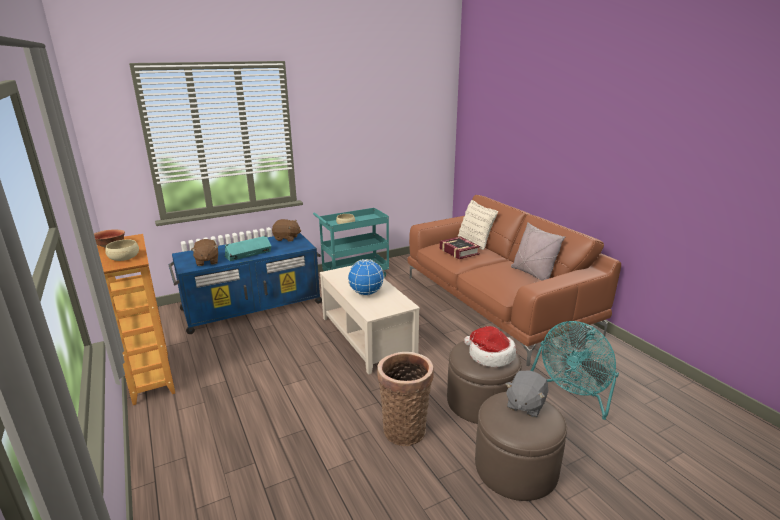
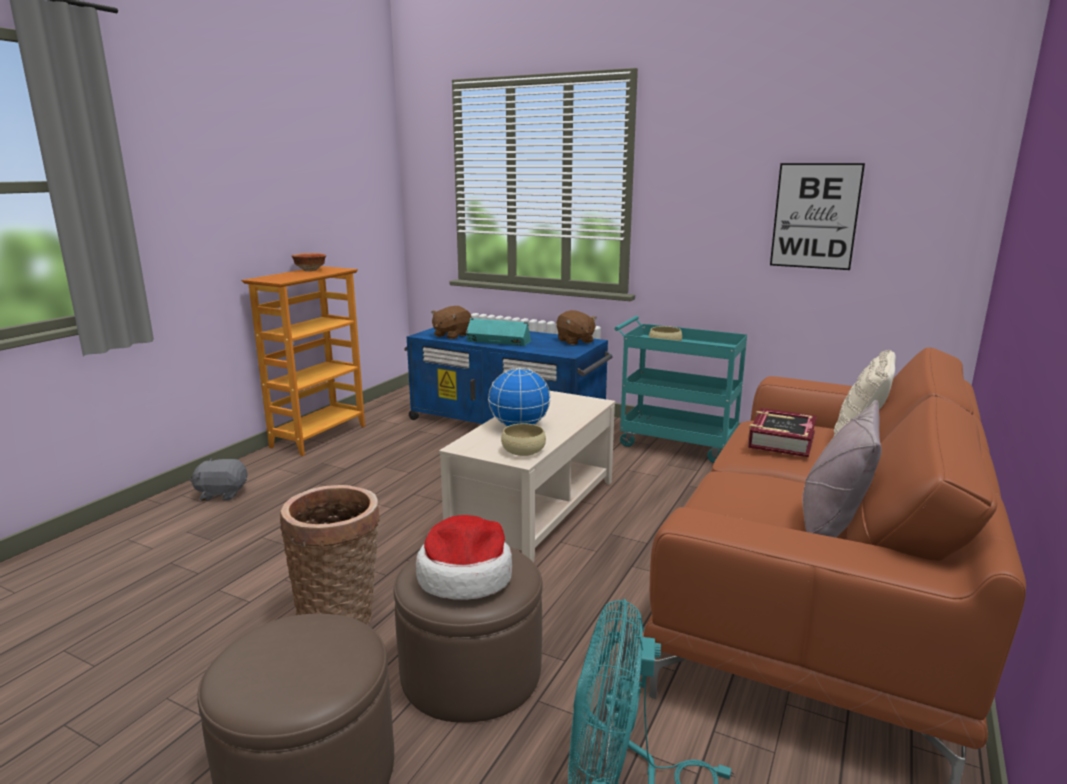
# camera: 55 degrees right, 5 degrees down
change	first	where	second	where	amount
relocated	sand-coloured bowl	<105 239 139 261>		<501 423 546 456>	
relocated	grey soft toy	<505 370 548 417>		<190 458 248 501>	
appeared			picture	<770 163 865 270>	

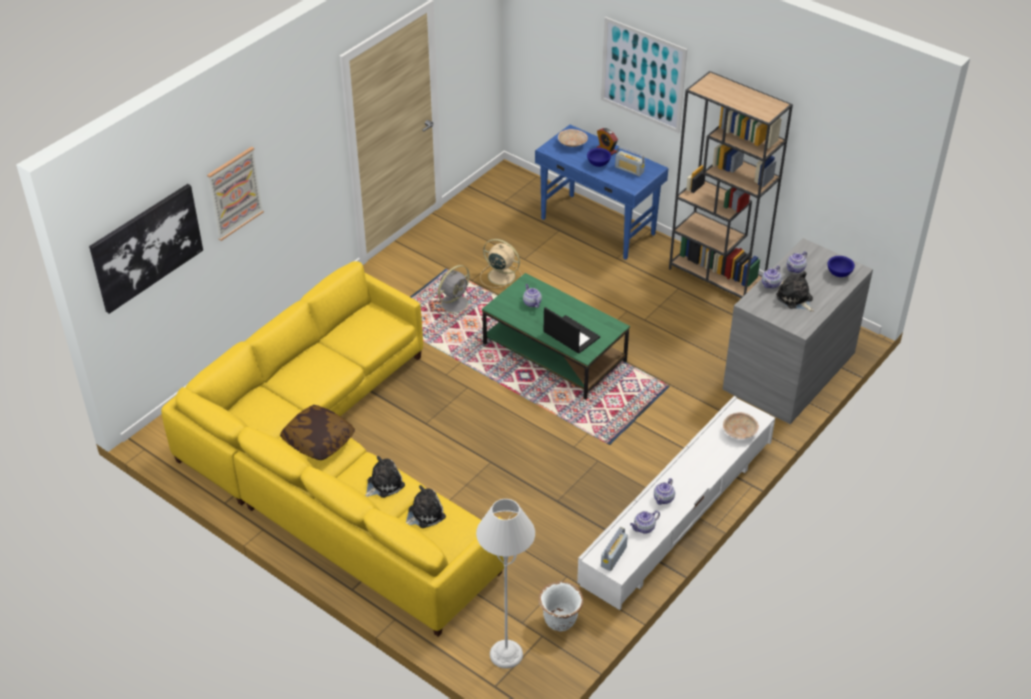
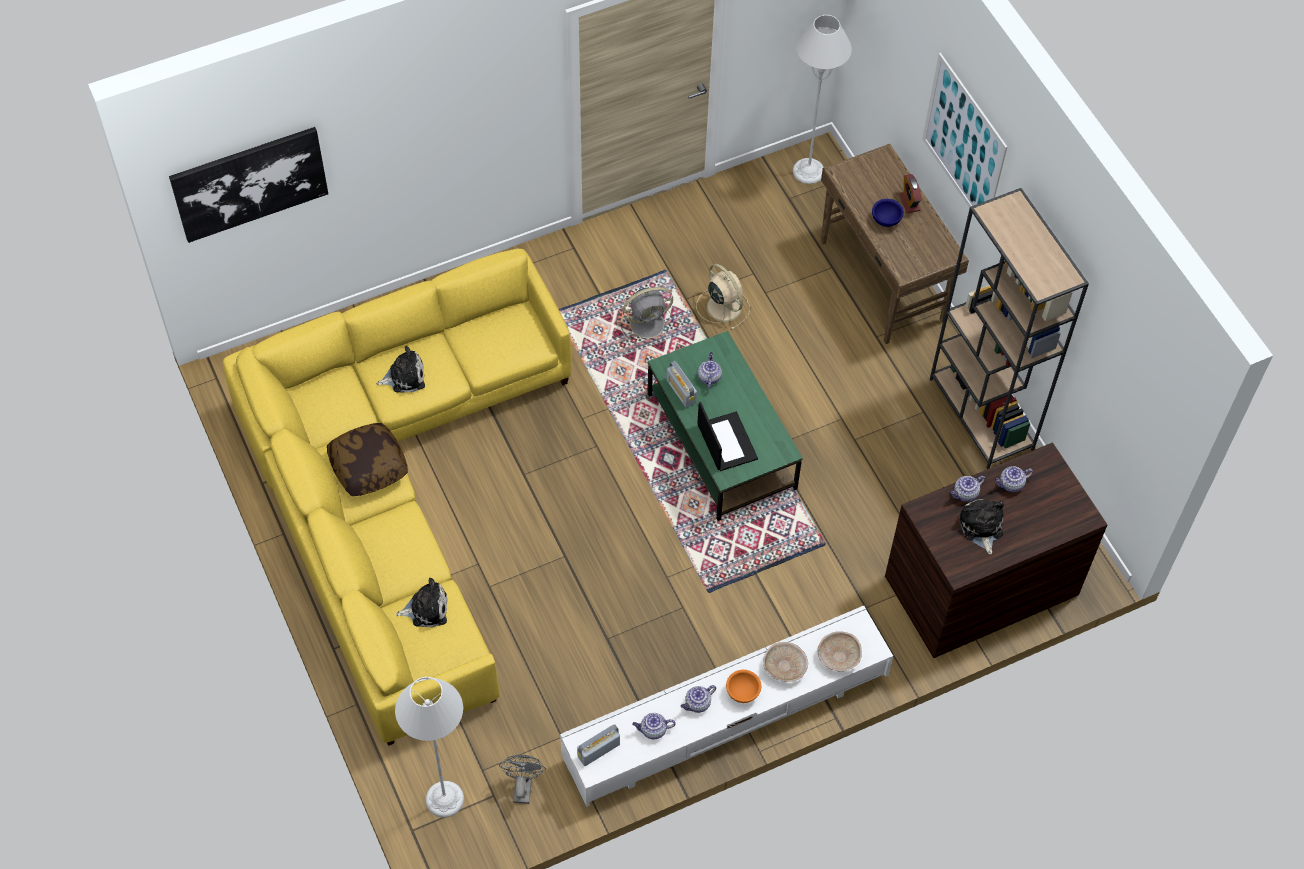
# camera: 25 degrees right, 15 degrees up
change	first	where	second	where	amount
colour	blue narrow table	<535 125 668 260>	brownish narrow table	<821 144 969 344>	
relocated	sand-coloured bowl	<558 129 588 147>		<763 642 808 682>	
relocated	radio receiver	<615 146 645 176>		<666 361 697 408>	
missing	picture	<207 147 264 241>			
colour	grey chest of drawers	<722 238 873 424>	brownish chest of drawers	<885 442 1107 658>	
missing	blue bowl	<828 256 855 277>			
relocated	soft toy	<365 456 405 498>		<377 346 425 393>	
exchanged	whitish flower pot	<539 581 583 632>	grey fan	<499 755 546 804>	
appeared			grey standing lamp	<793 15 852 184>	
appeared			orange-coloured bowl	<726 670 761 703>	

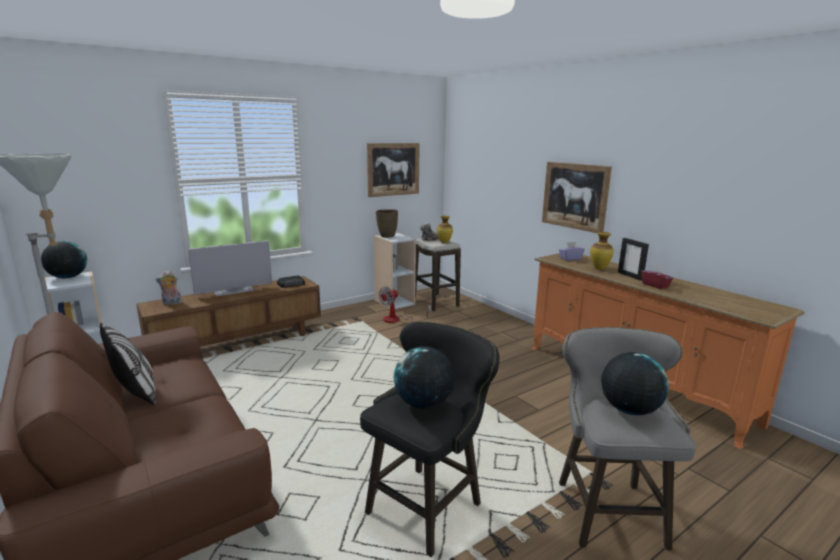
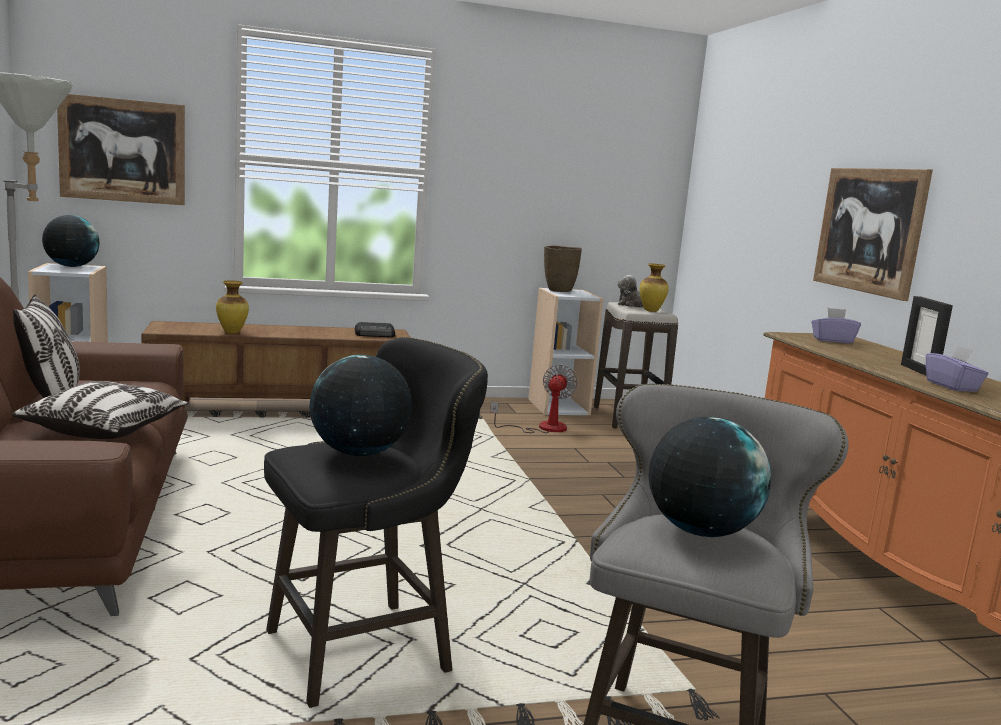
# camera: 20 degrees right, 5 degrees down
change	first	where	second	where	amount
relocated	picture	<367 143 420 197>		<57 94 185 205>	
relocated	flower vase	<590 232 614 270>		<216 281 249 333>	
missing	TV set	<188 240 272 297>			
colour	reddish tissue box	<641 265 673 289>	purplish tissue box	<926 345 988 392>	
missing	soft toy	<156 271 182 305>			
spun	fan	<379 286 431 323>		<490 364 577 433>	135 degrees clockwise
appeared			cushion	<12 381 189 439>	

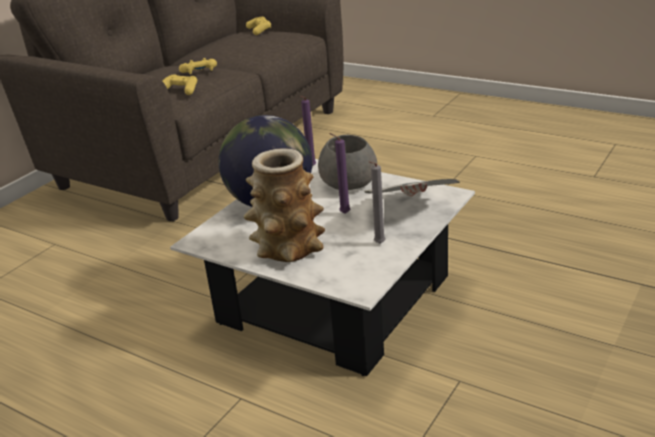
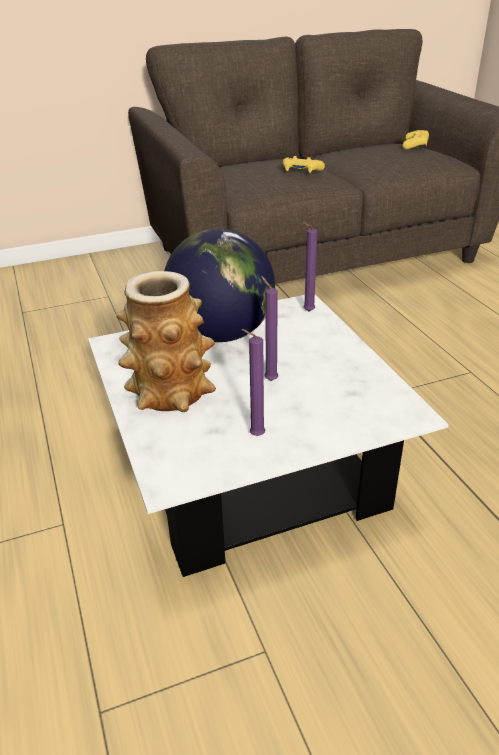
# camera: 35 degrees right, 5 degrees up
change	first	where	second	where	amount
missing	yellow gamepad	<163 75 197 95>			
missing	grey bowl	<318 135 377 190>			
colour	grey candle	<369 161 385 244>	purplish candle	<241 329 265 436>	
missing	printed paper	<364 179 460 197>			

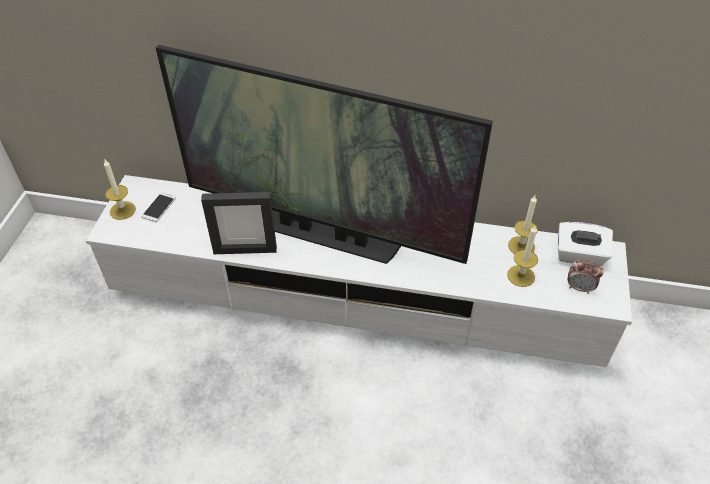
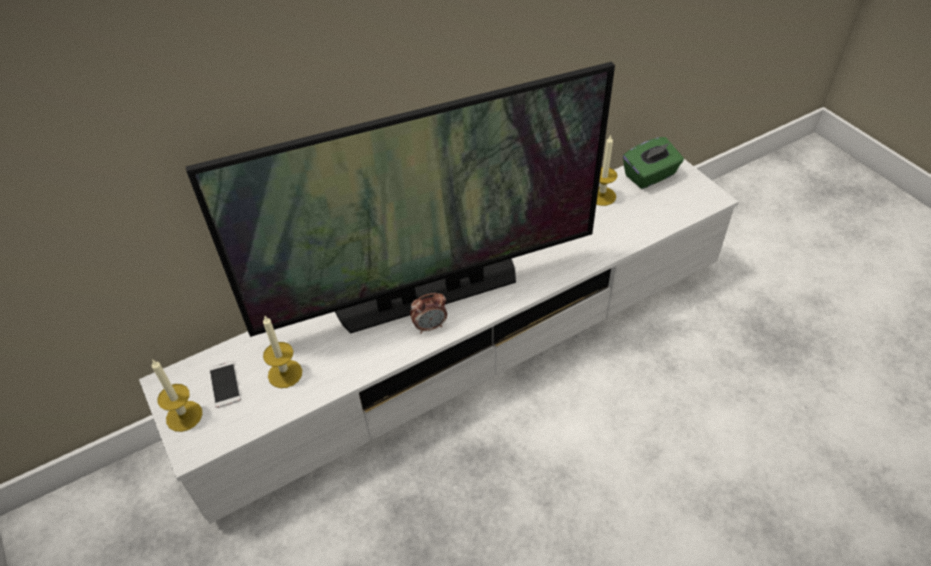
# camera: 40 degrees left, 0 degrees up
change	first	where	second	where	amount
missing	standing frame	<201 192 277 254>			
colour	whitish tissue box	<558 222 613 266>	greenish tissue box	<623 137 684 189>	
relocated	candle	<507 226 538 287>		<263 316 302 388>	
relocated	table clock	<568 260 604 294>		<410 293 447 333>	

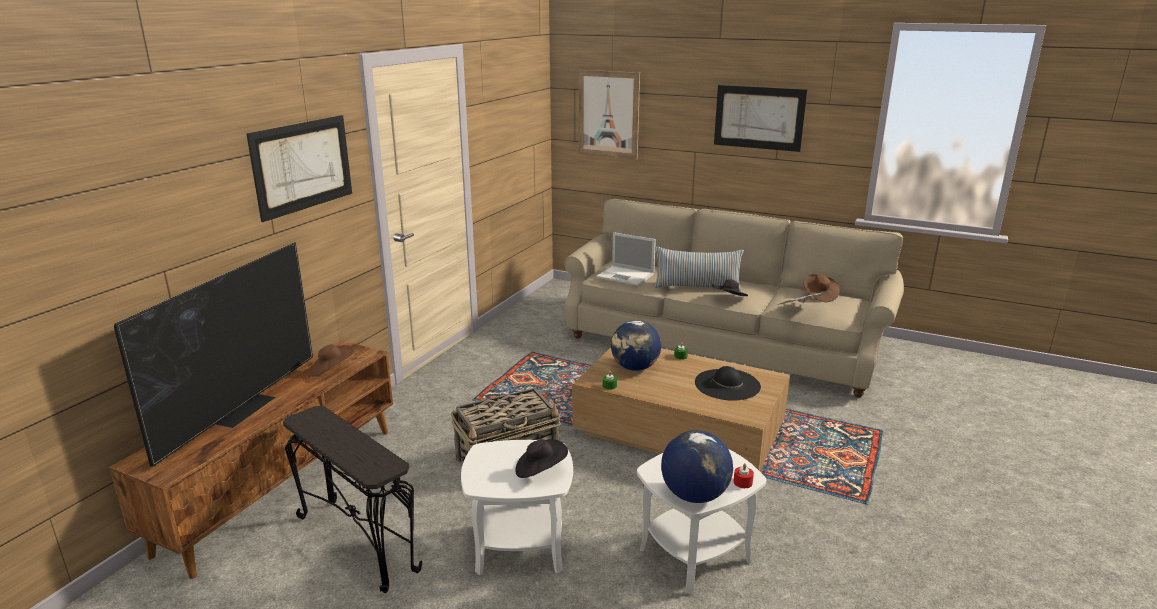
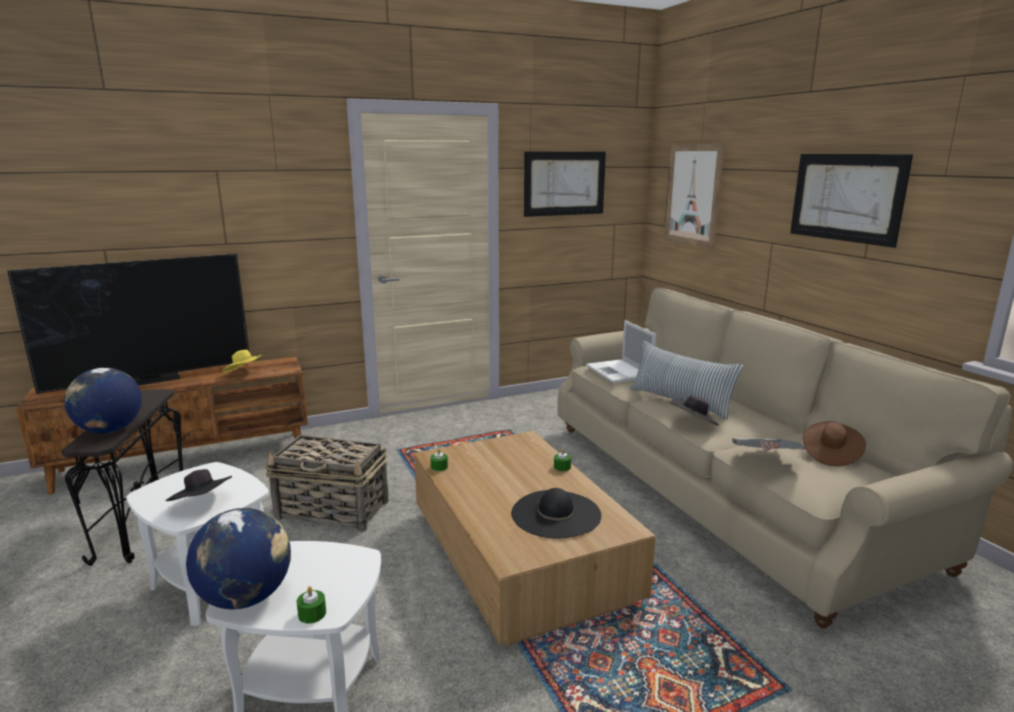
# camera: 40 degrees right, 5 degrees down
change	first	where	second	where	amount
relocated	picture	<246 115 352 222>		<524 152 606 217>	
relocated	desk globe	<611 320 661 371>		<64 368 142 433>	
colour	brownish clothing hat	<310 344 353 376>	yellow clothing hat	<222 350 261 373>	
colour	reddish candle	<733 463 754 488>	greenish candle	<296 586 326 623>	

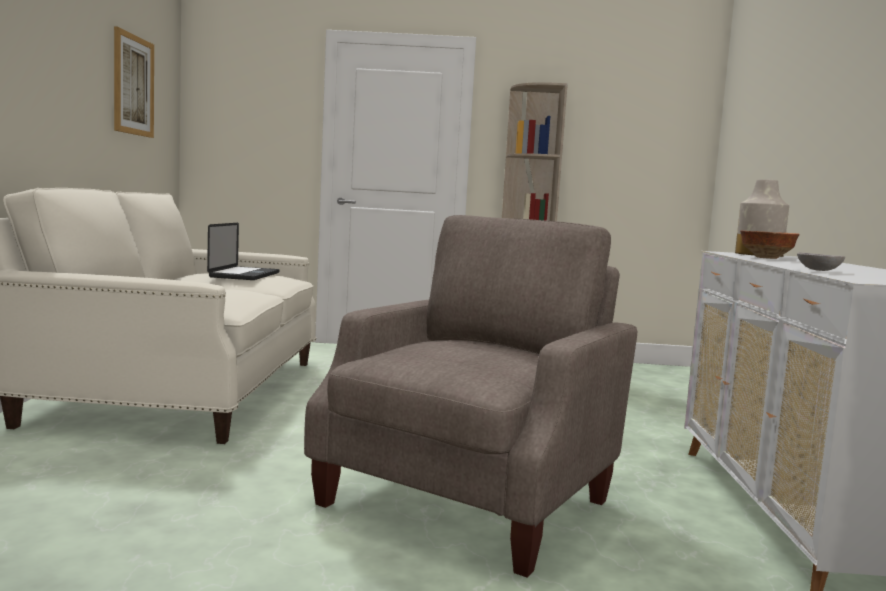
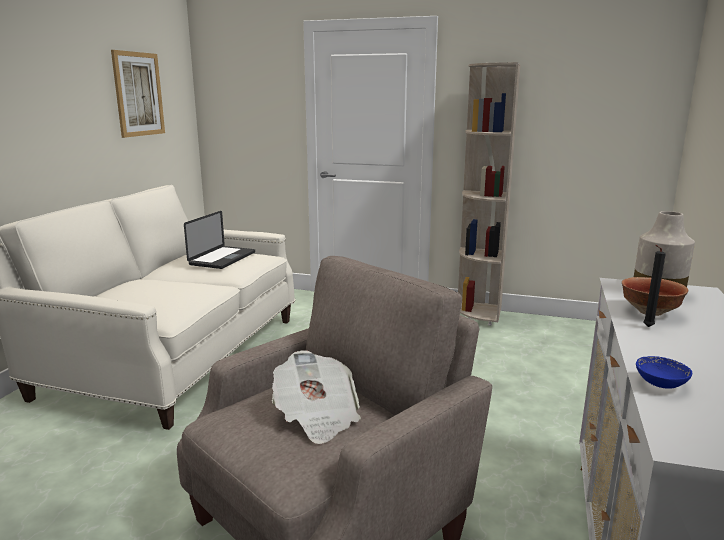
# camera: 15 degrees right, 10 degrees up
change	first	where	second	where	amount
colour	grey bowl	<797 252 845 271>	blue bowl	<636 356 692 389>	
appeared			blackish candle	<643 245 666 327>	
appeared			printed paper	<272 350 361 444>	

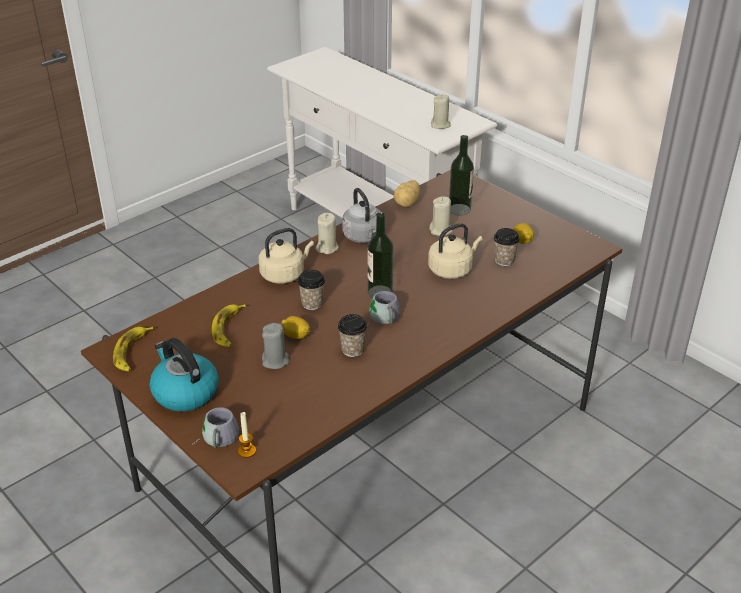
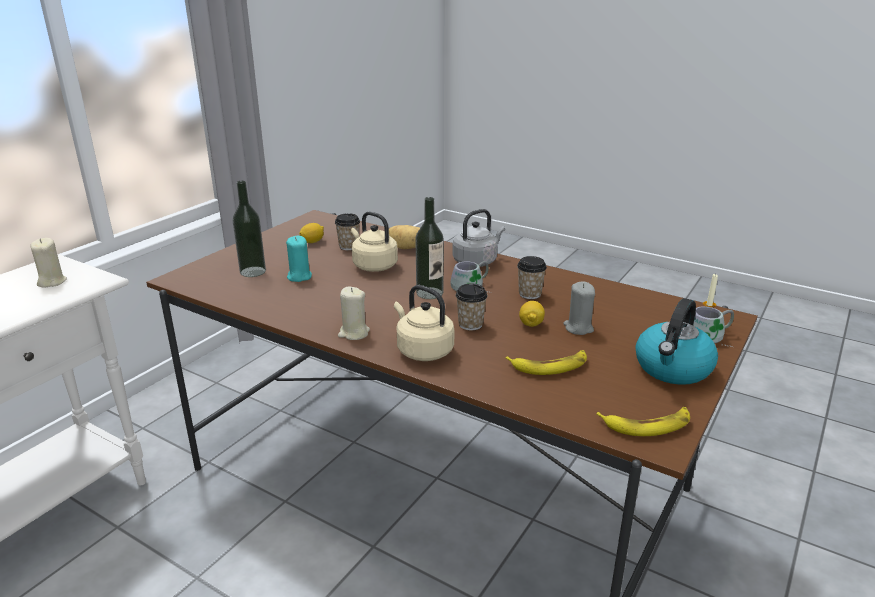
# camera: 105 degrees left, 10 degrees down
change	first	where	second	where	amount
relocated	potato	<394 180 420 207>		<389 225 420 249>	
relocated	grey water kettle	<342 188 382 243>		<452 209 505 267>	
colour	sand-coloured candle	<429 196 453 236>	blue-green candle	<286 236 312 282>	

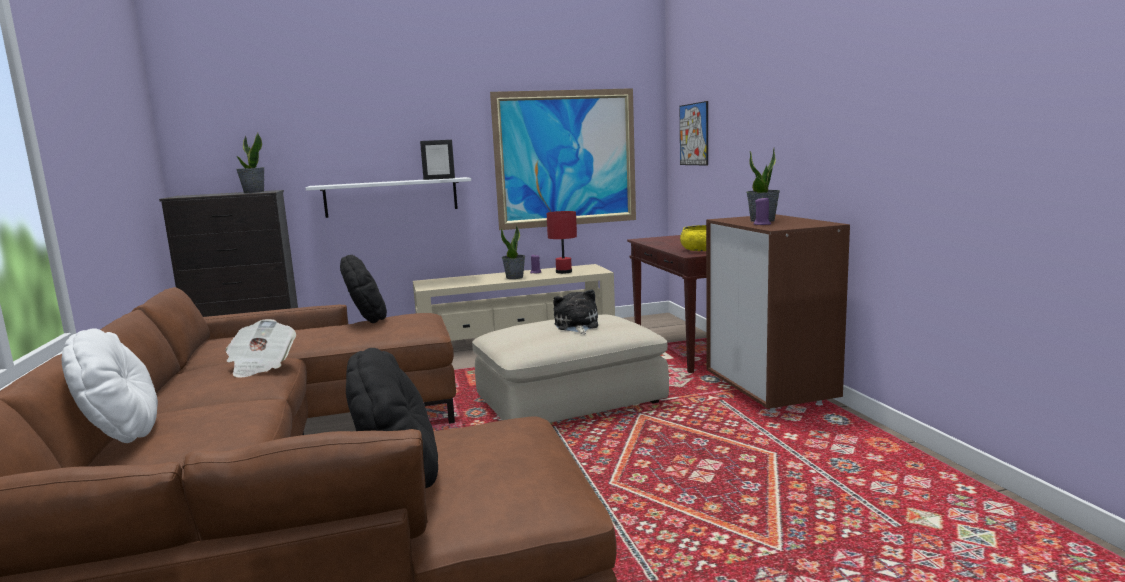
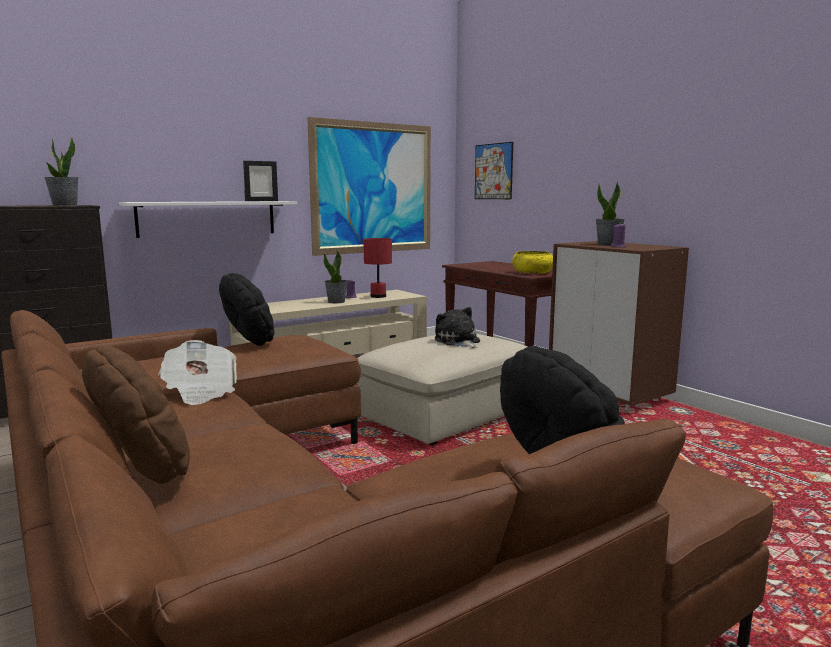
# camera: 20 degrees left, 0 degrees up
change	first	where	second	where	amount
colour	whitish cushion	<62 328 158 443>	brownish cushion	<82 345 190 484>	

